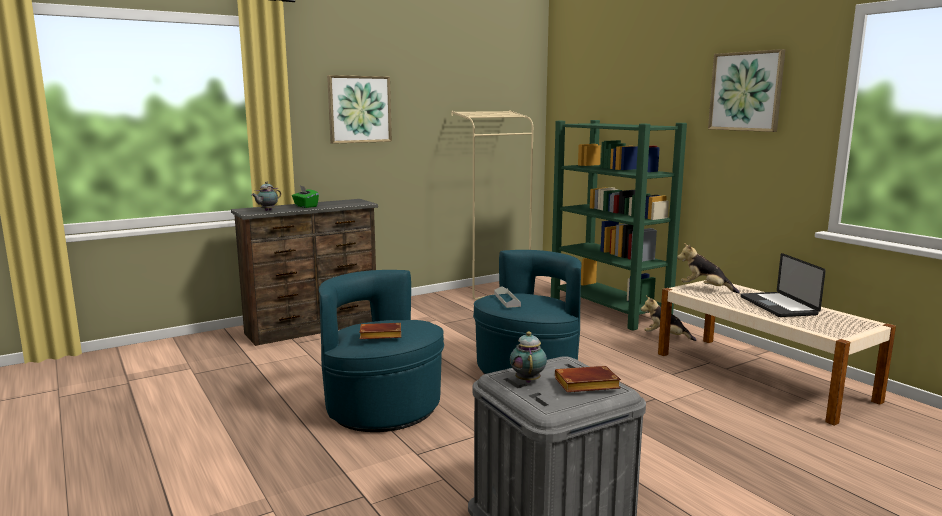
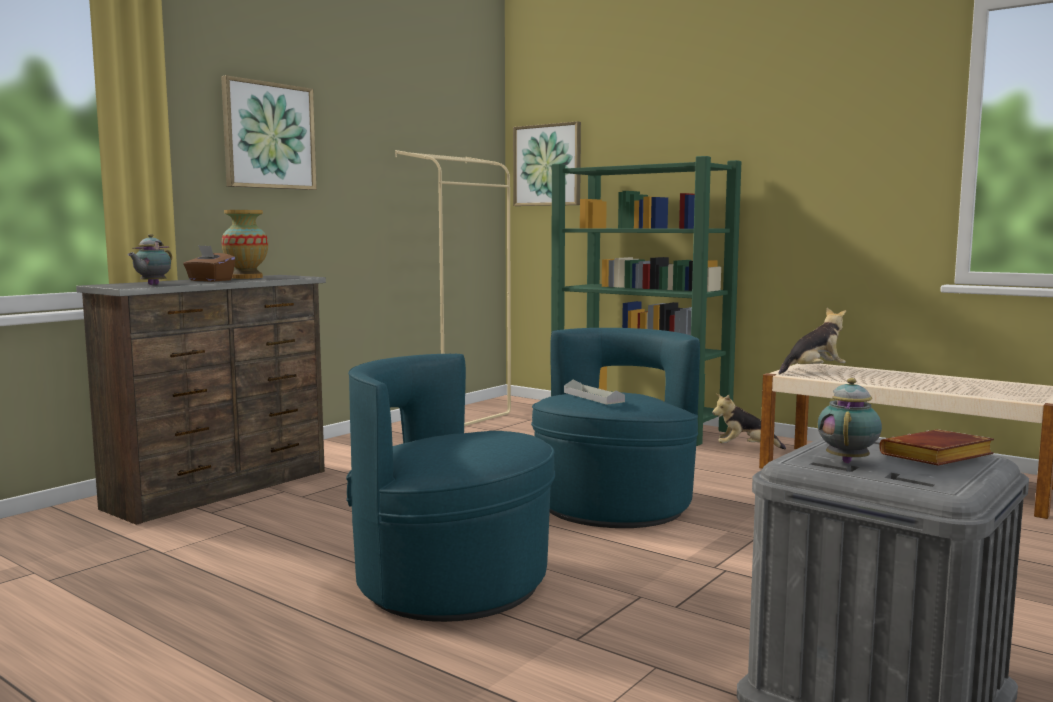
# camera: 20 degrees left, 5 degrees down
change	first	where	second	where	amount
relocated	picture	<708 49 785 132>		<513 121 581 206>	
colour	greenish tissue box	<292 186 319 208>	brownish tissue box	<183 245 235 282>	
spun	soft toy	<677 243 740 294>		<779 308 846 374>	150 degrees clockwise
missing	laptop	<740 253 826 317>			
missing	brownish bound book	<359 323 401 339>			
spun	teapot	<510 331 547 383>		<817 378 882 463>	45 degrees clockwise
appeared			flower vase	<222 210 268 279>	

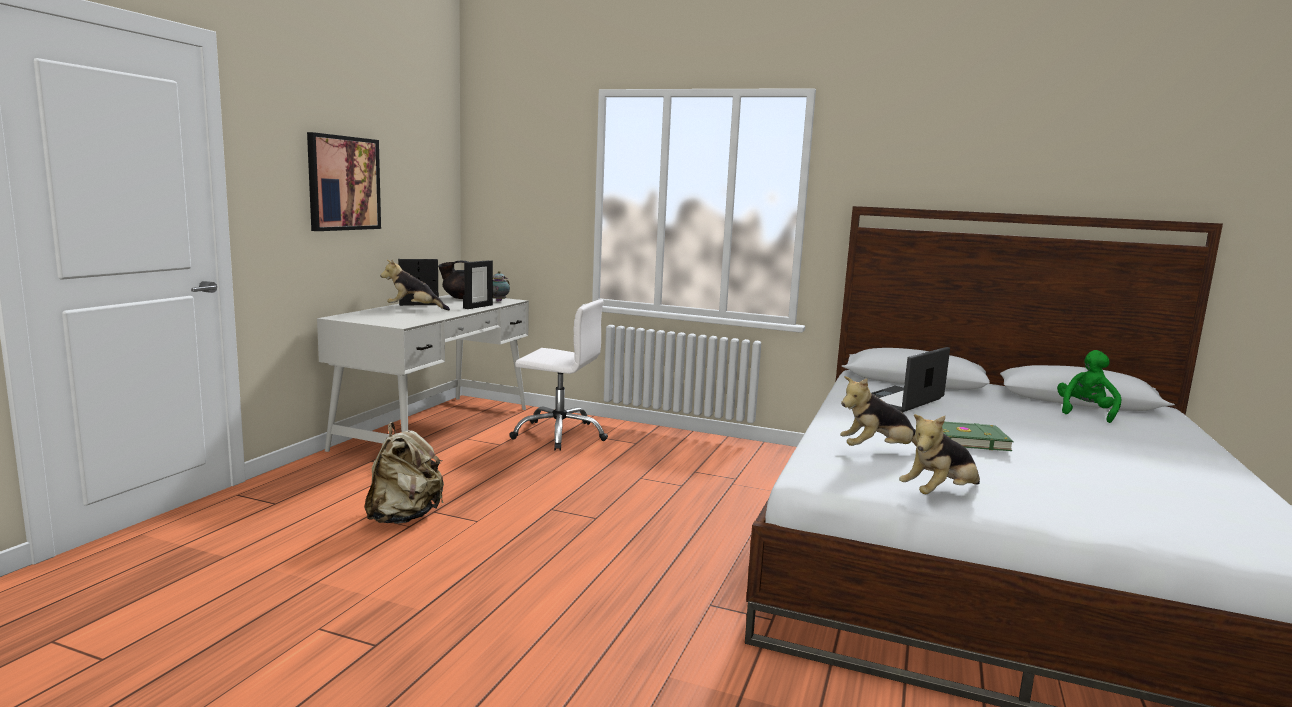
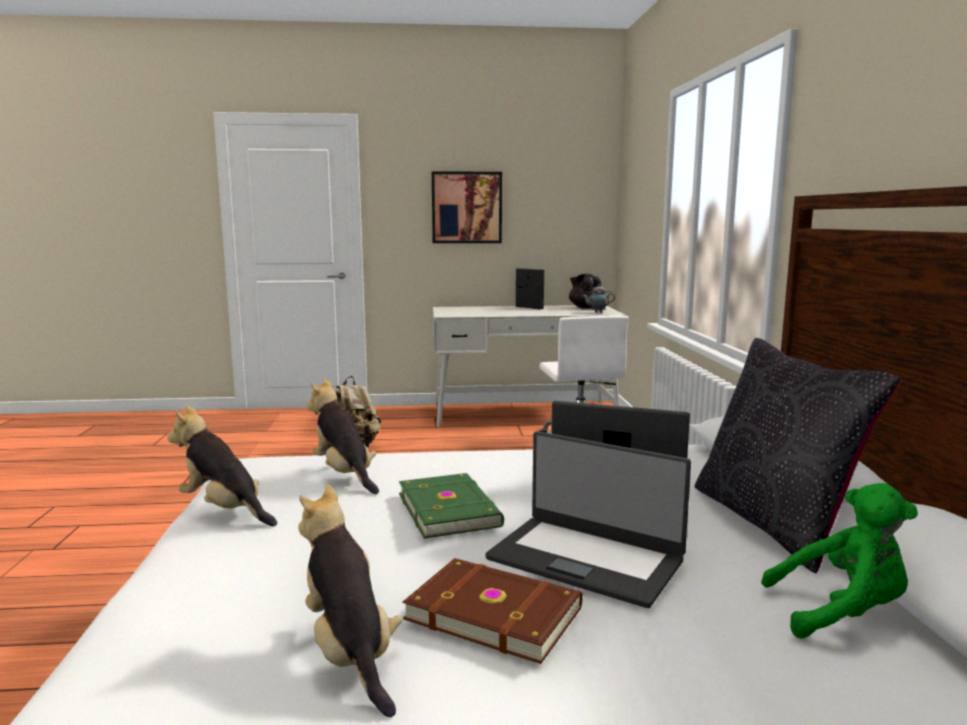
# camera: 65 degrees right, 0 degrees up
change	first	where	second	where	amount
relocated	soft toy	<381 260 450 311>		<298 484 402 717>	
missing	standing frame	<463 260 493 309>			
appeared			blackish cushion	<694 338 901 573>	
appeared			laptop	<486 431 691 608>	
appeared			brownish bound book	<403 558 582 664>	

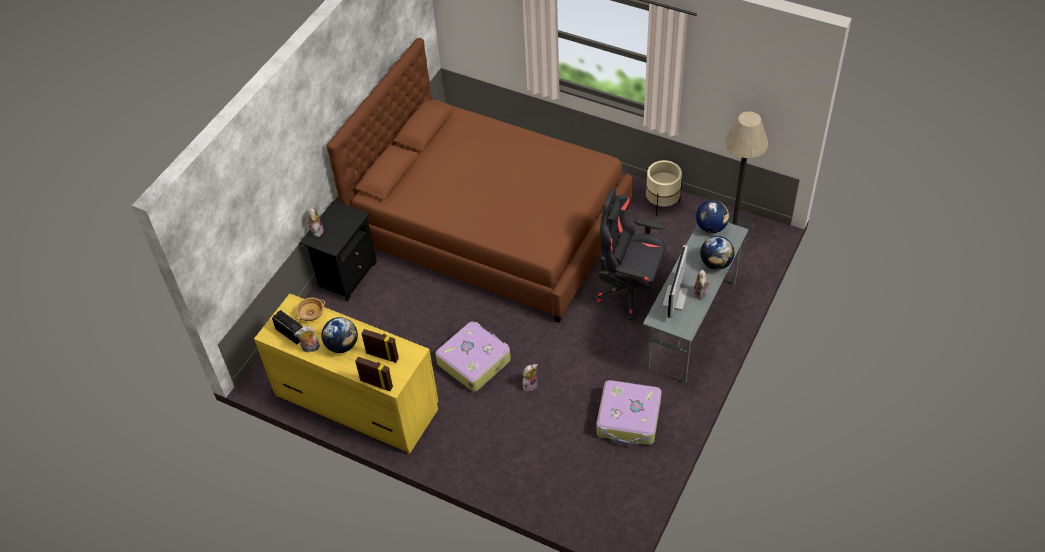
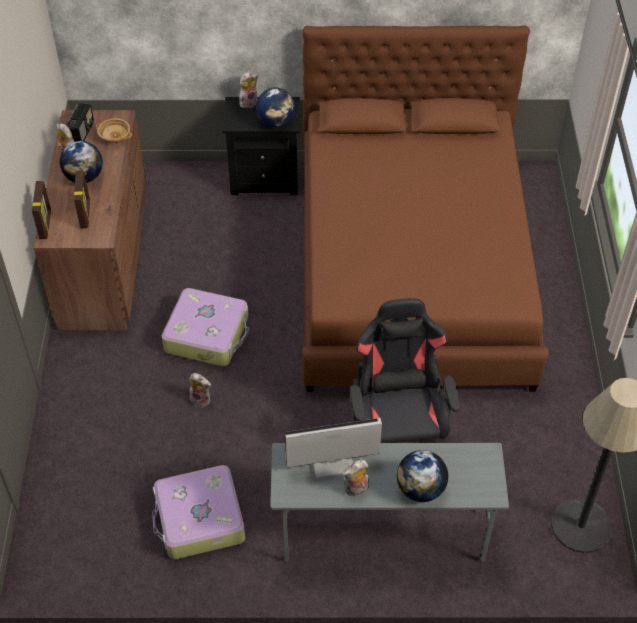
# camera: 60 degrees right, 0 degrees up
change	first	where	second	where	amount
missing	sand-coloured flower pot	<646 160 682 217>			
relocated	desk globe	<696 200 729 233>		<256 87 295 127>	
colour	yellow chest of drawers	<254 294 439 454>	brownish chest of drawers	<33 110 147 330>	

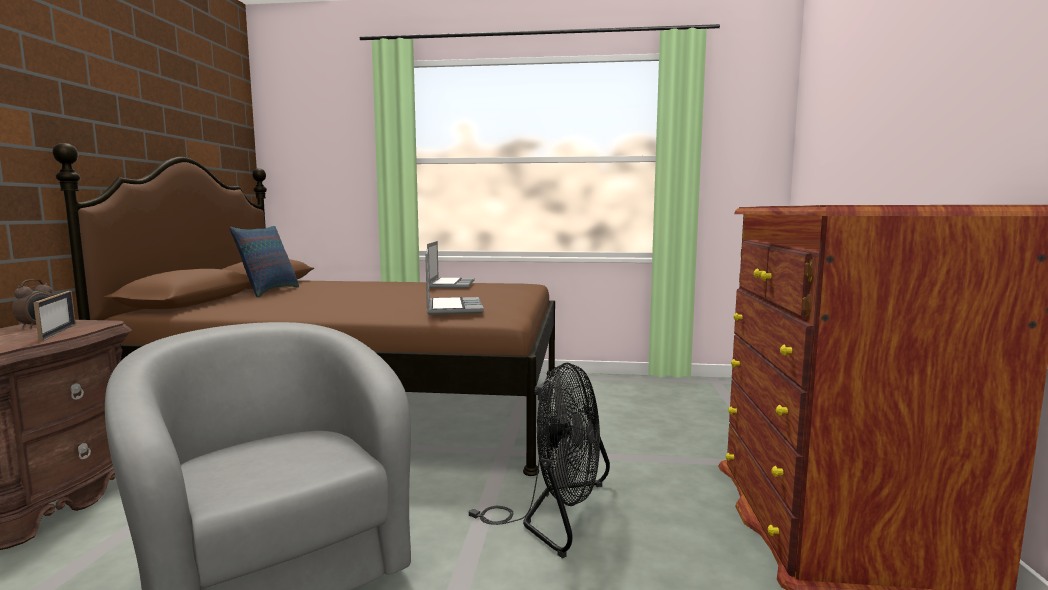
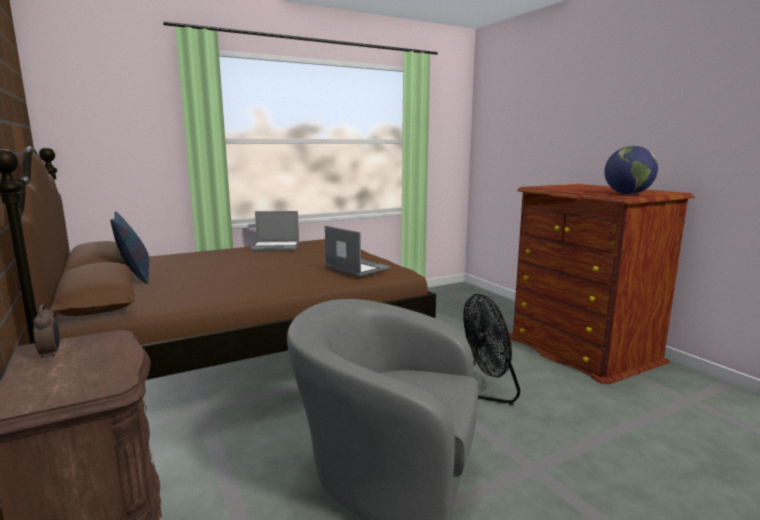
# camera: 35 degrees left, 5 degrees up
change	first	where	second	where	amount
spun	laptop	<427 241 475 288>		<251 211 299 252>	120 degrees clockwise
missing	standing frame	<33 291 76 342>			
appeared			desk globe	<604 146 658 194>	

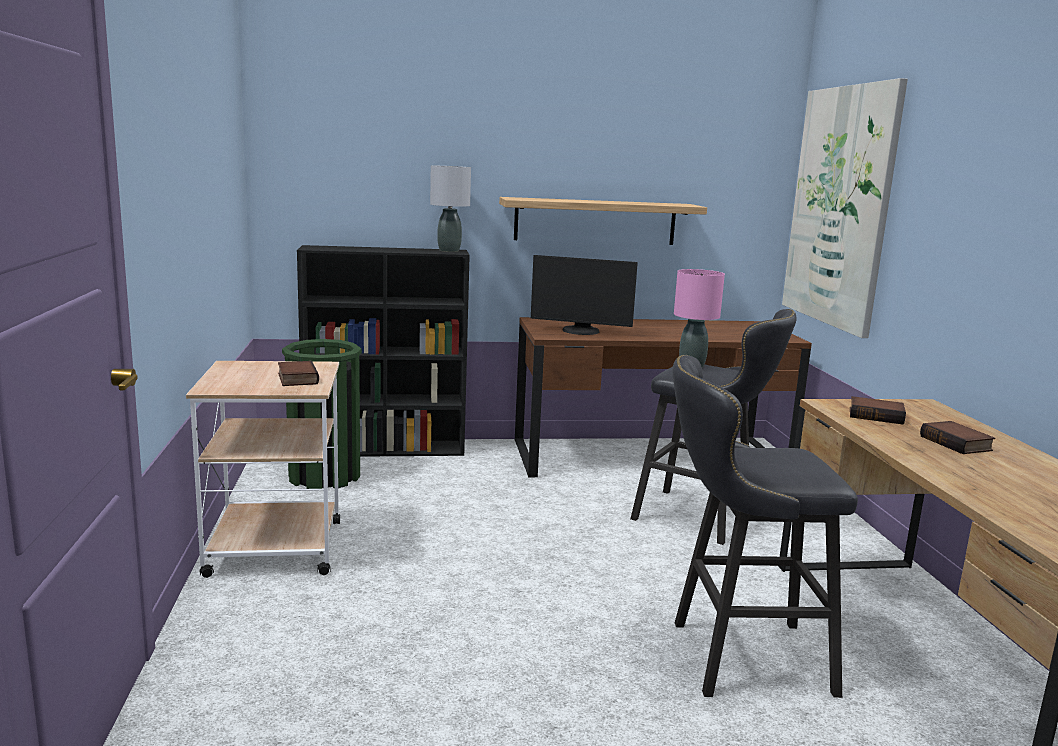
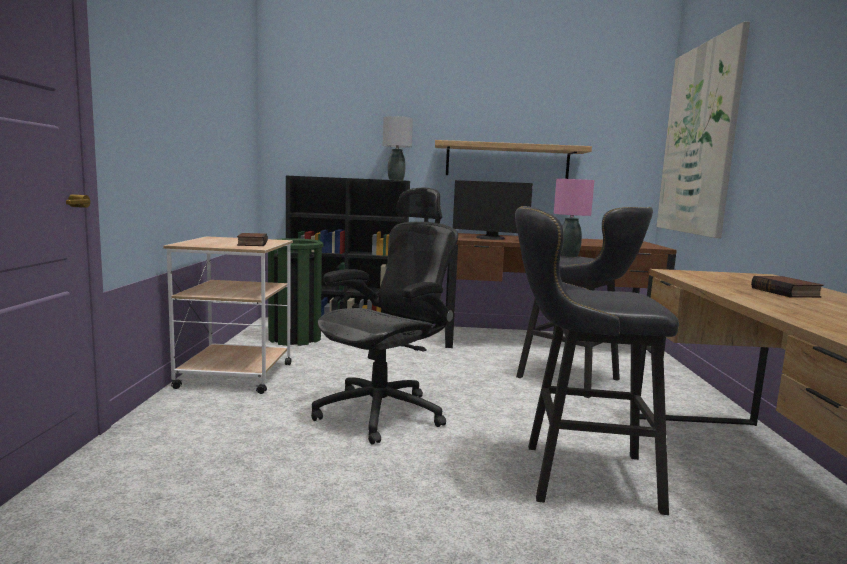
# camera: 10 degrees right, 5 degrees down
change	first	where	second	where	amount
missing	bound book	<850 396 906 425>			
appeared			computer chair	<311 188 458 445>	

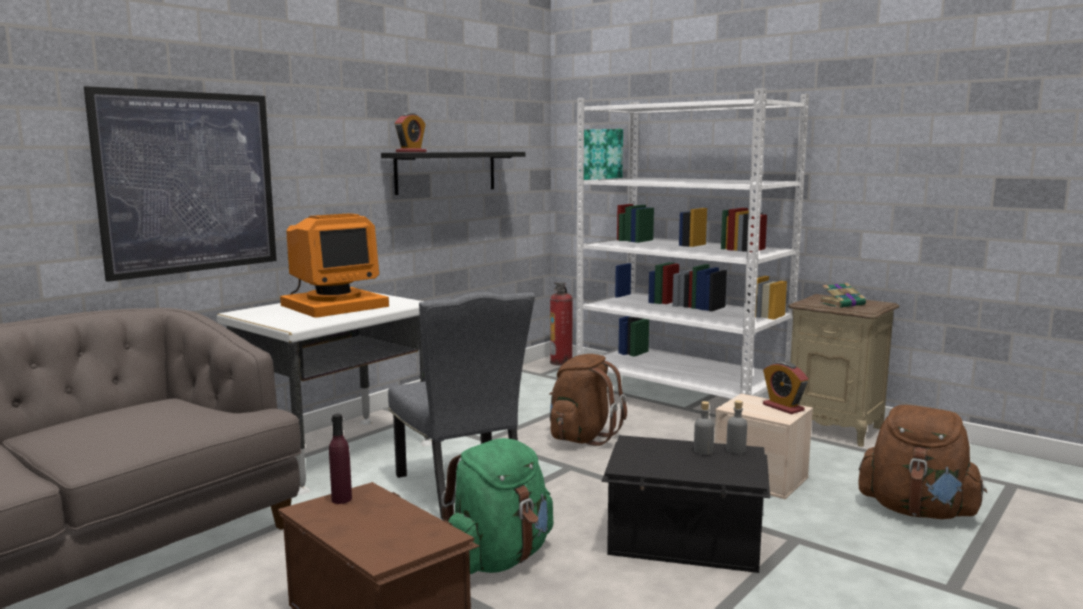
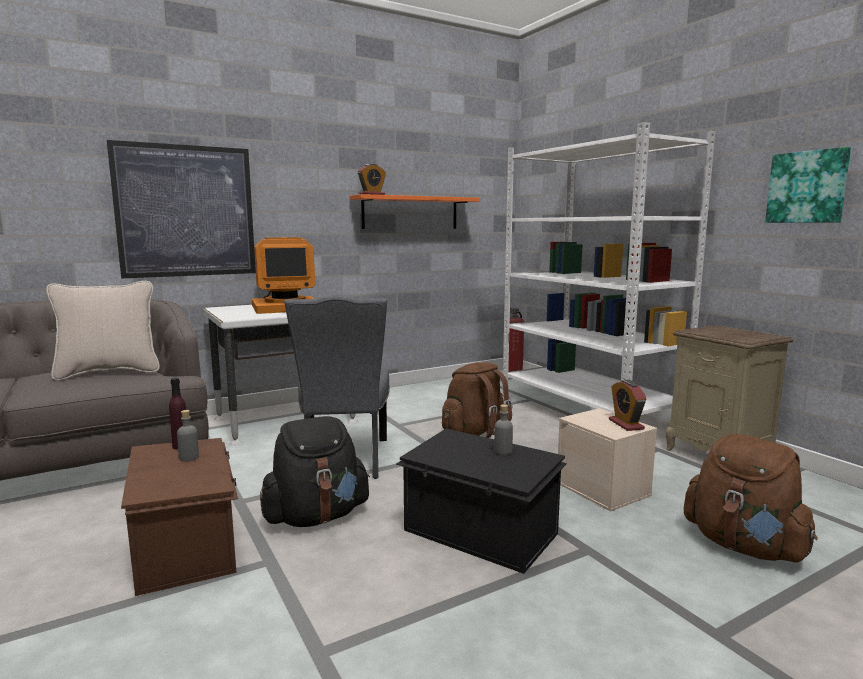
# camera: 20 degrees right, 0 degrees up
change	first	where	second	where	amount
relocated	picture	<579 129 623 180>		<765 147 851 223>	
colour	blackish wall shelf	<381 152 525 195>	orange-coloured wall shelf	<350 194 480 229>	
missing	bound book	<819 283 866 308>			
relocated	grey drink bottle	<726 400 747 454>		<177 410 199 461>	
colour	greenish rucksack	<441 438 553 574>	blackish rucksack	<260 416 370 527>	
appeared			sand-coloured cushion	<46 281 160 381>	

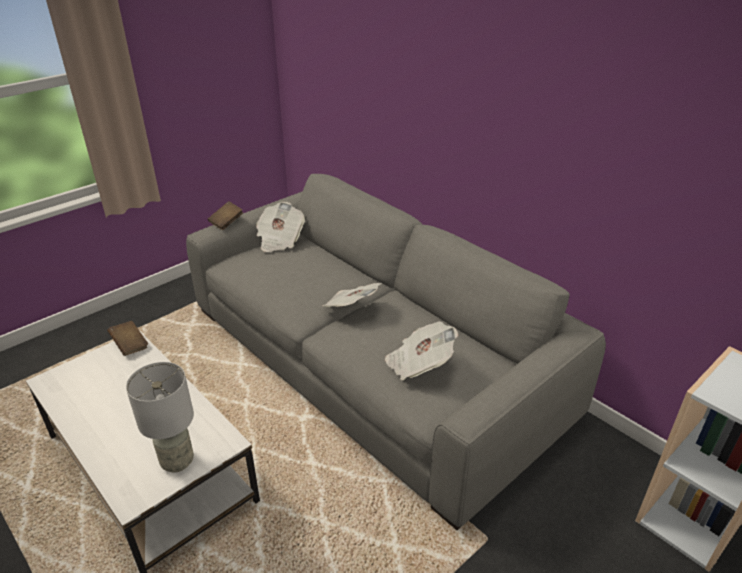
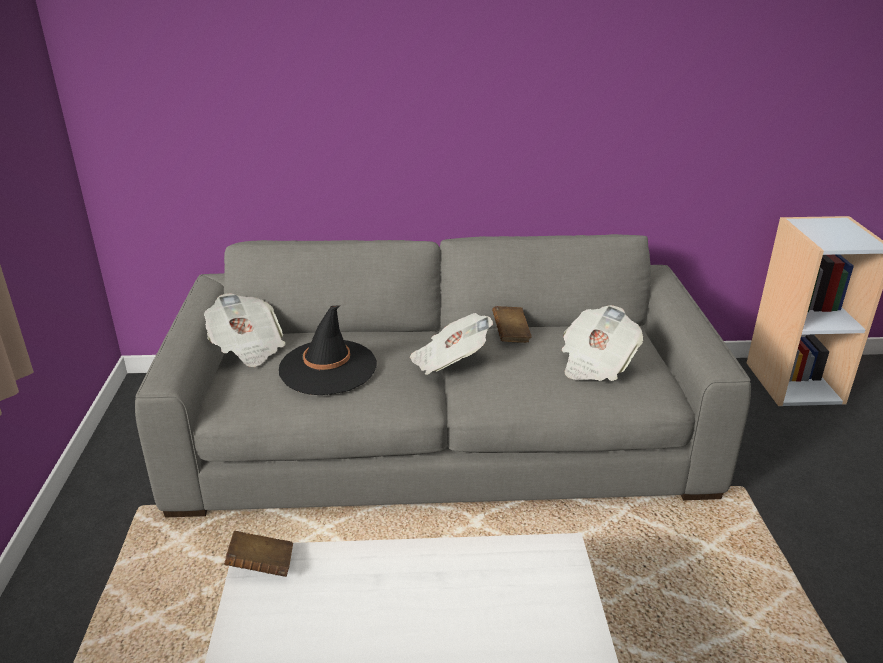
# camera: 50 degrees left, 5 degrees down
change	first	where	second	where	amount
relocated	brownish bound book	<208 201 243 230>		<492 306 532 343>	
missing	grey table lamp	<126 362 194 472>			
appeared			blackish clothing hat	<279 305 377 395>	

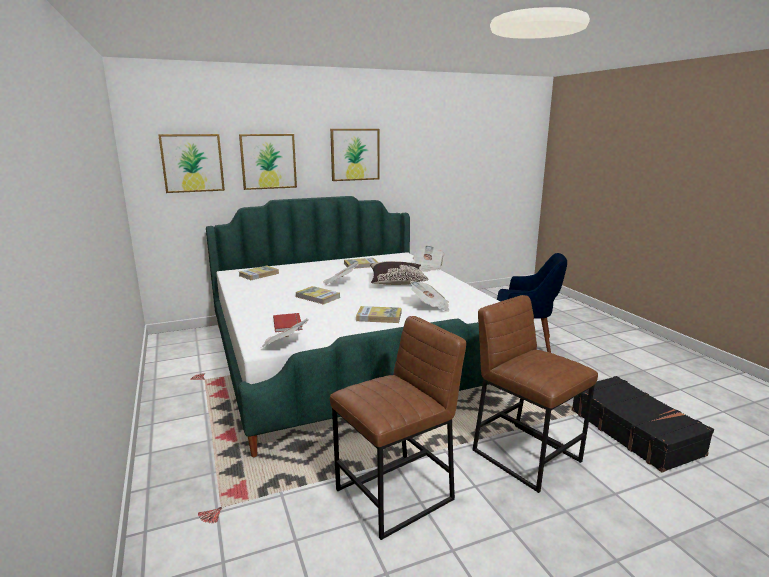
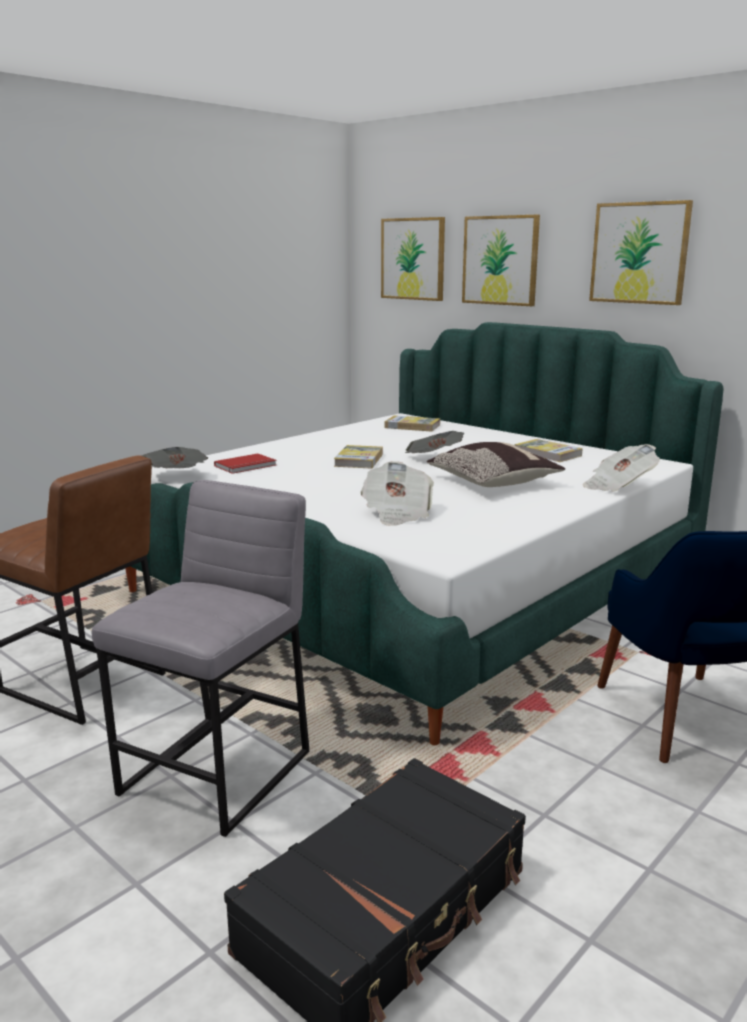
# camera: 65 degrees right, 0 degrees up
change	first	where	second	where	amount
colour	brownish upright chair	<473 295 598 493>	grey upright chair	<92 480 309 837>	
missing	bound book	<356 306 401 323>			

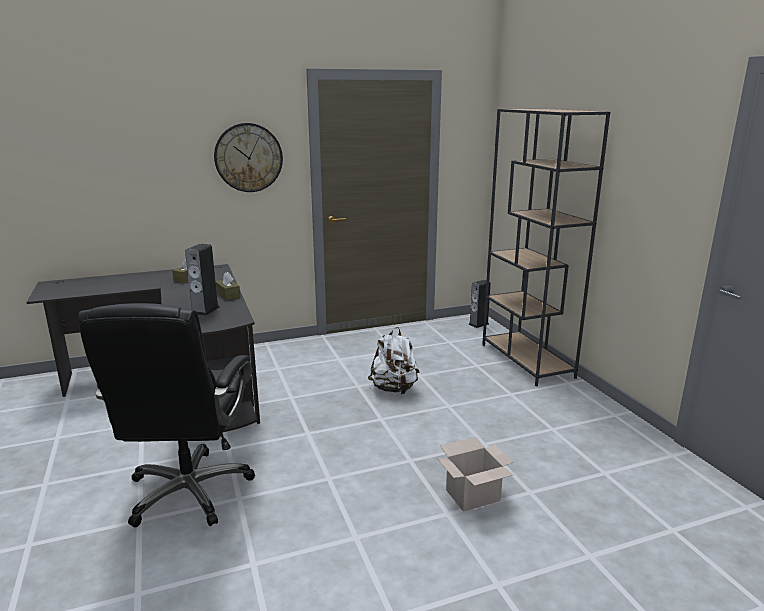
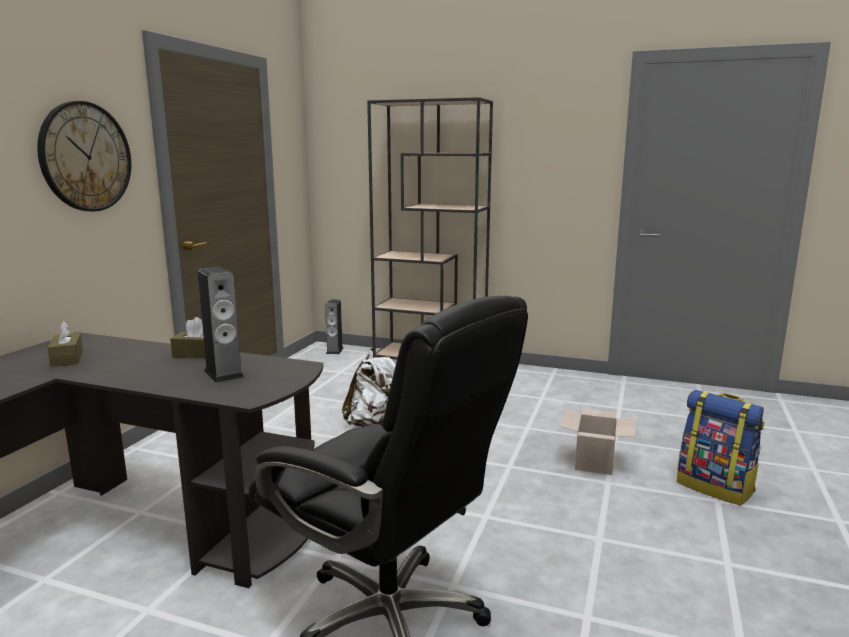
# camera: 50 degrees left, 5 degrees down
change	first	where	second	where	amount
appeared			rucksack	<677 390 764 506>	

